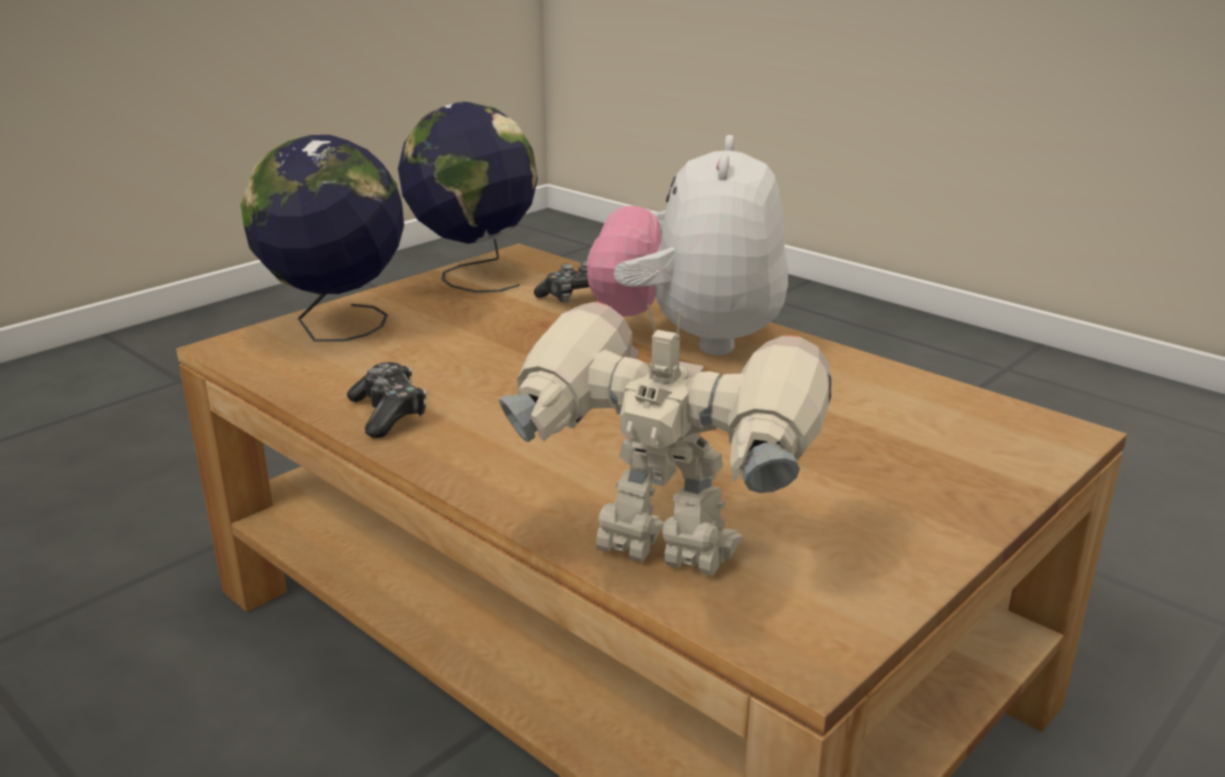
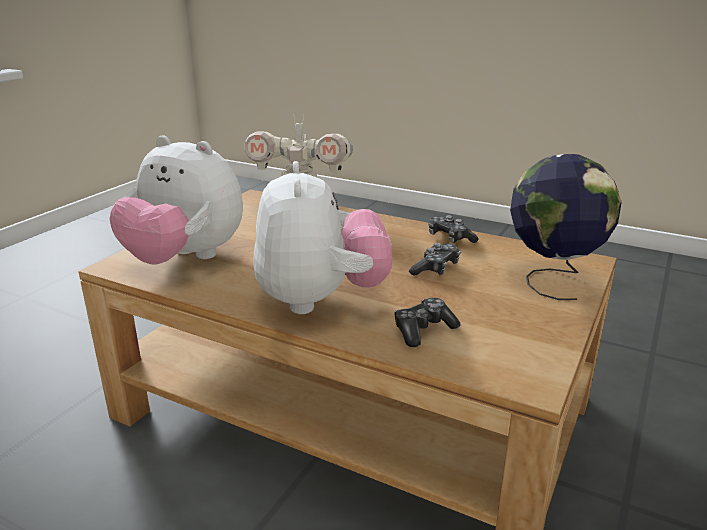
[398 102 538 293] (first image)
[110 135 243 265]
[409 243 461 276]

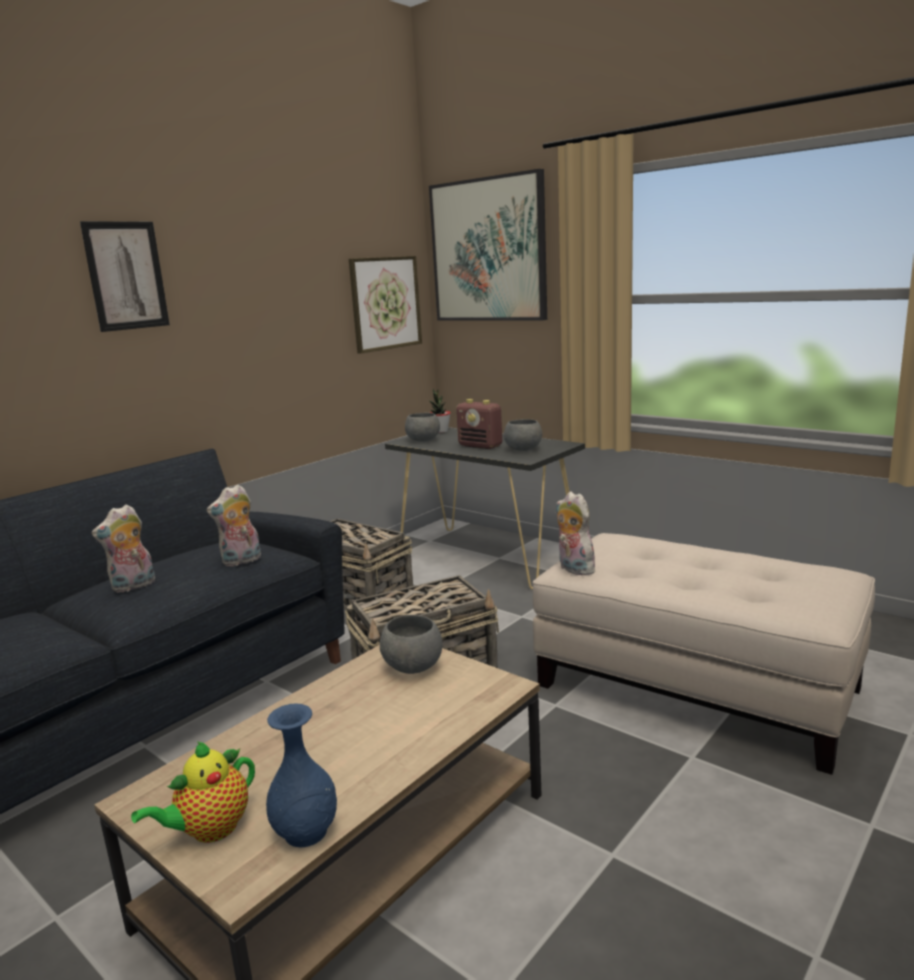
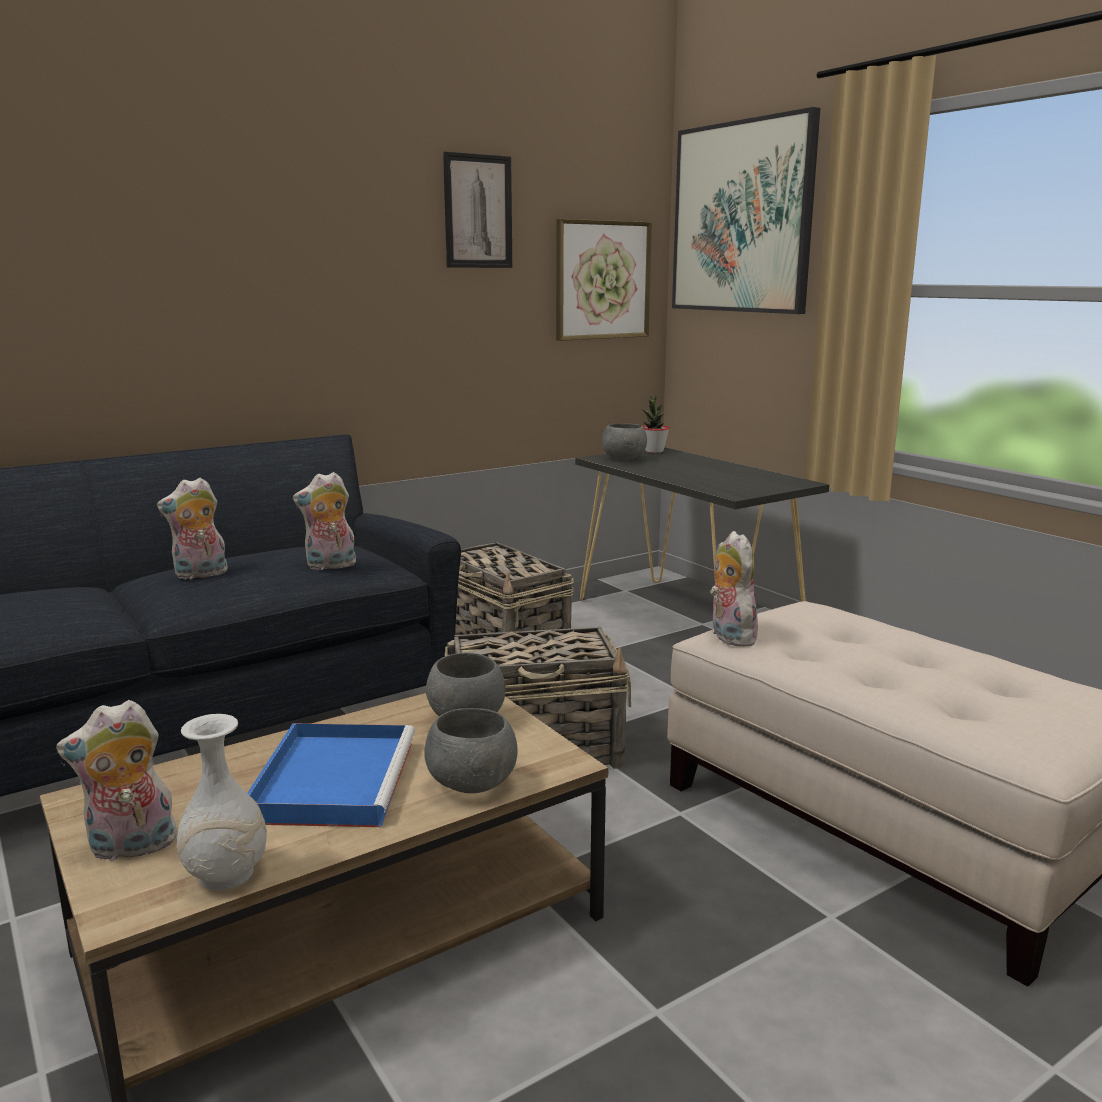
[443 151 512 268]
[456 399 502 449] (first image)
[424 708 518 793]
[177 714 267 890]
[56 700 177 862]
[247 723 415 827]

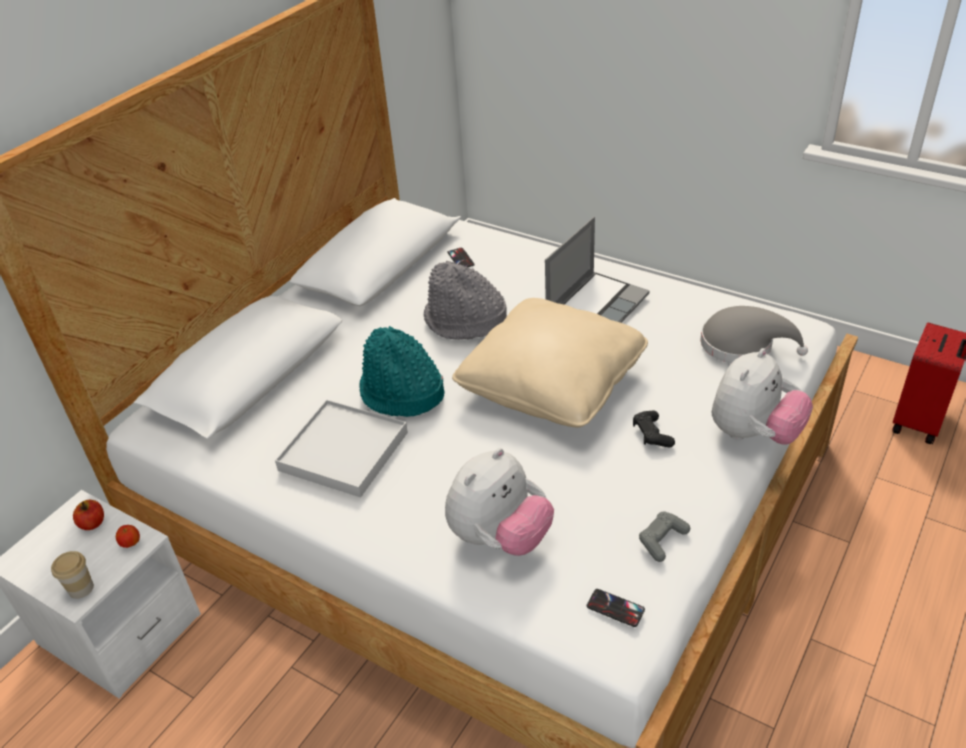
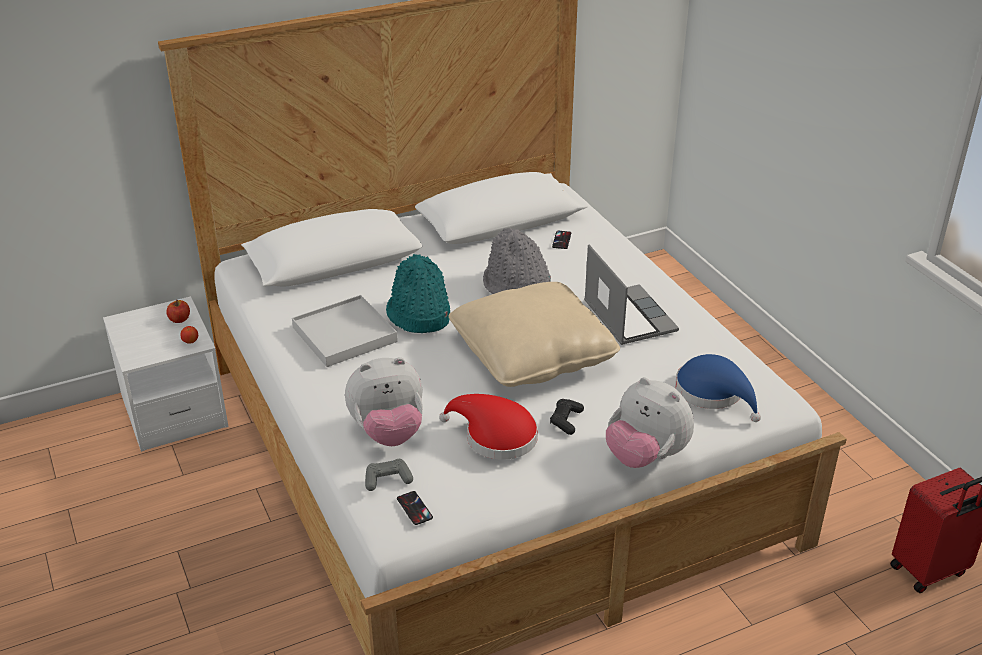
[584 244 679 345]
[675 354 761 422]
[606 377 694 468]
[365 459 413 491]
[51 551 94 599] (first image)
[439 394 538 460]

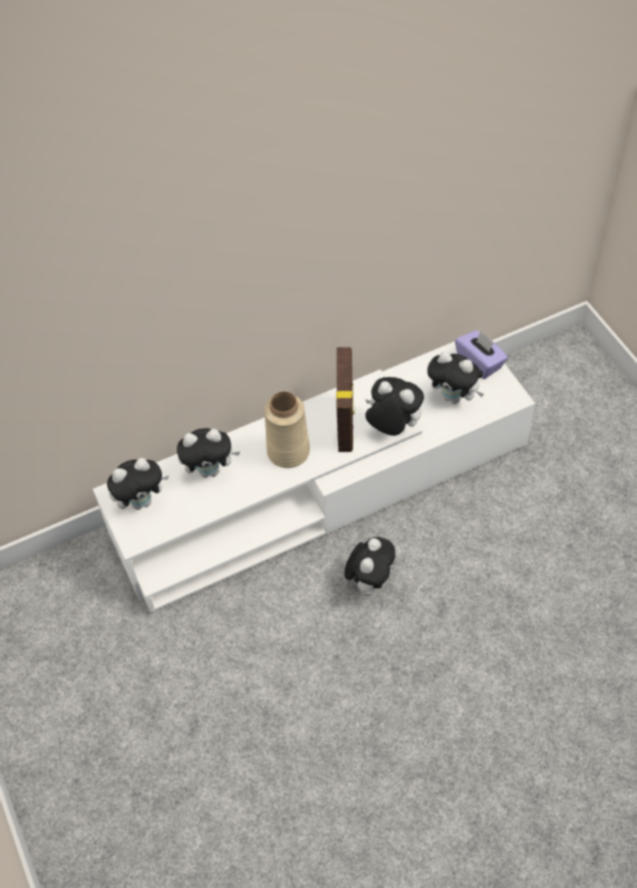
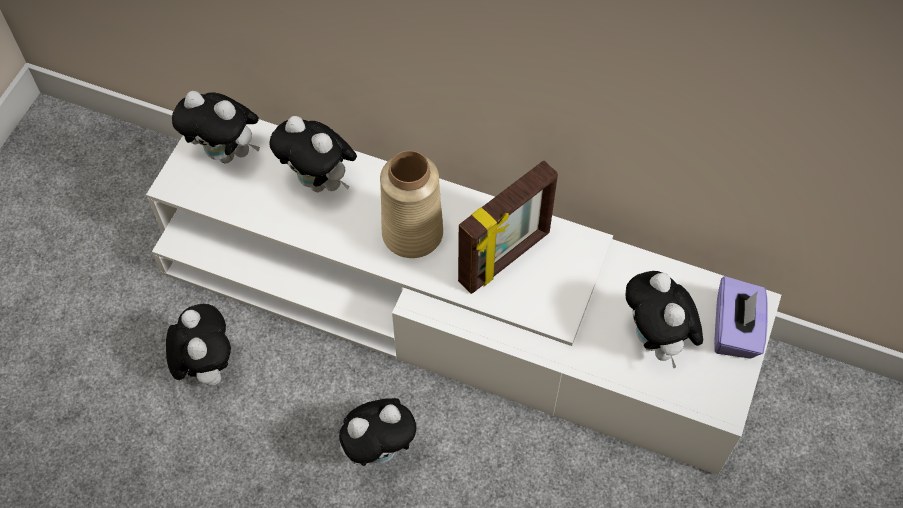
[166 304 231 386]

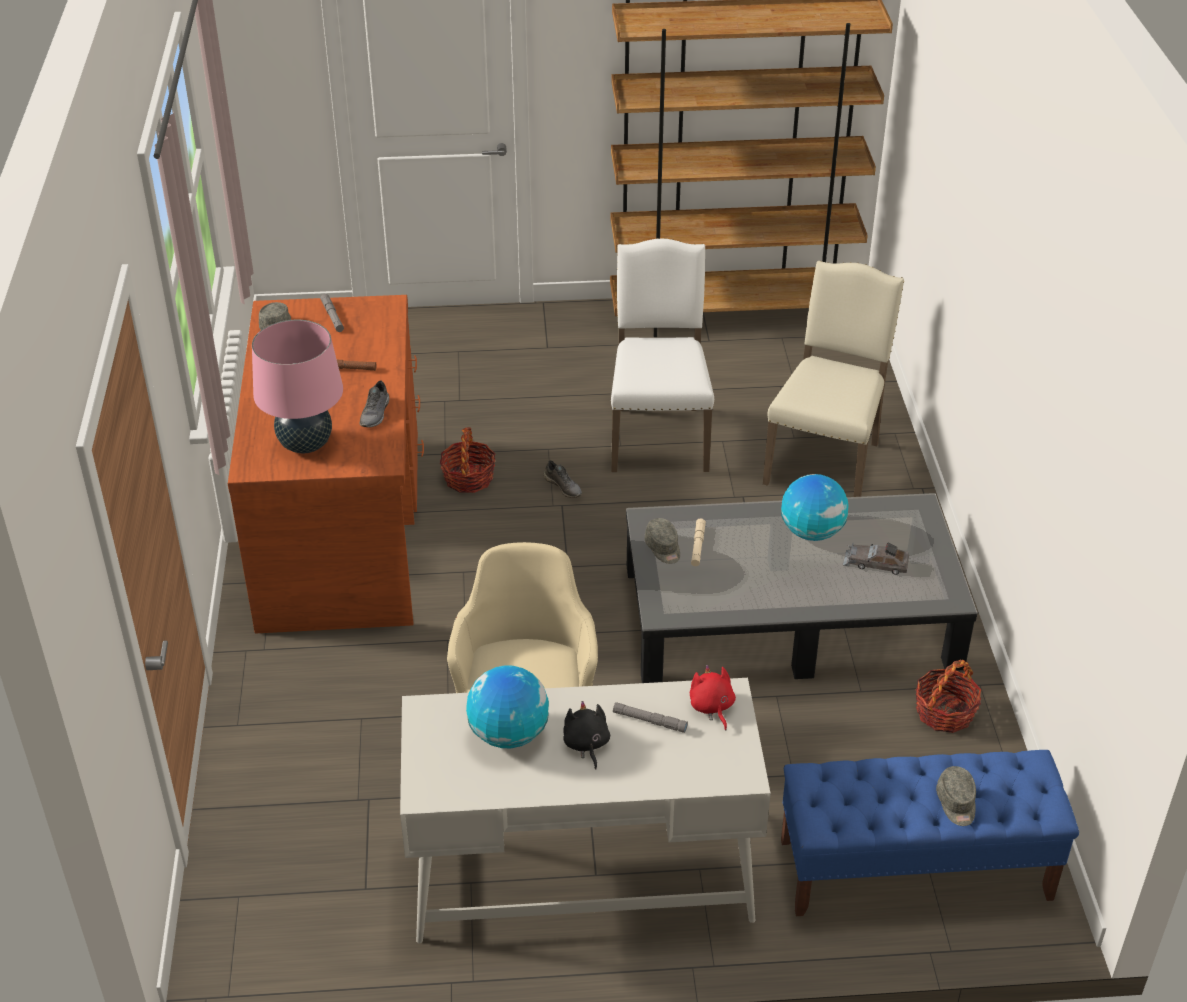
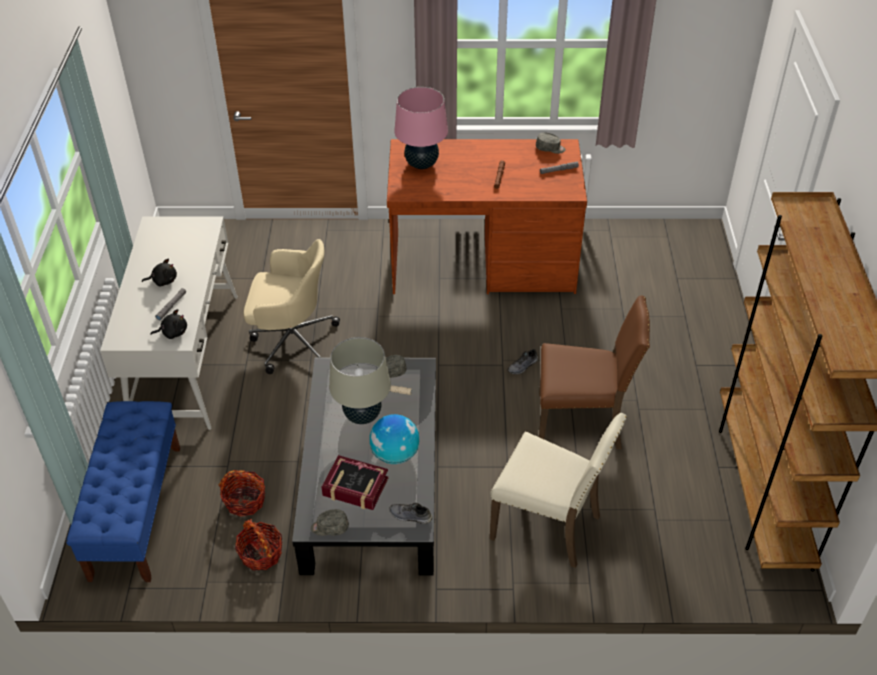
[539 295 650 449]
[390 503 432 524]
[219 470 265 517]
[321 455 389 510]
[466 665 549 748] (first image)
[150 309 187 339]
[311 509 349 536]
[329 337 391 424]

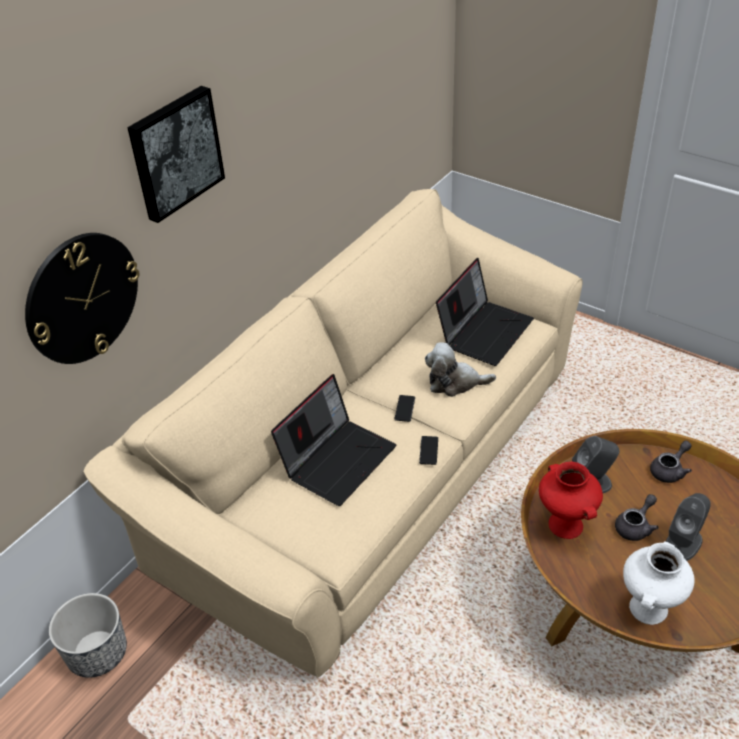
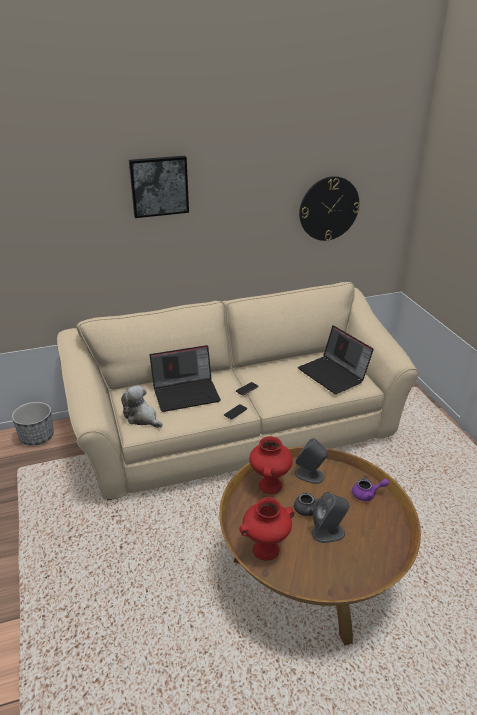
[299 176 360 241]
[298 325 374 394]
[121 385 163 428]
[352 479 389 501]
[240 497 294 561]

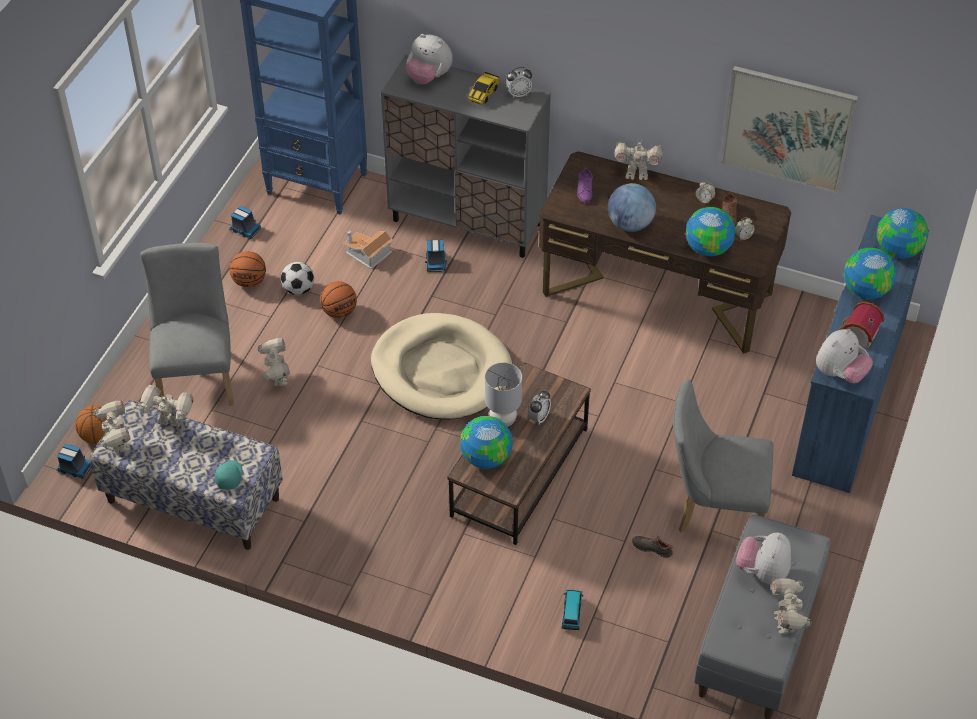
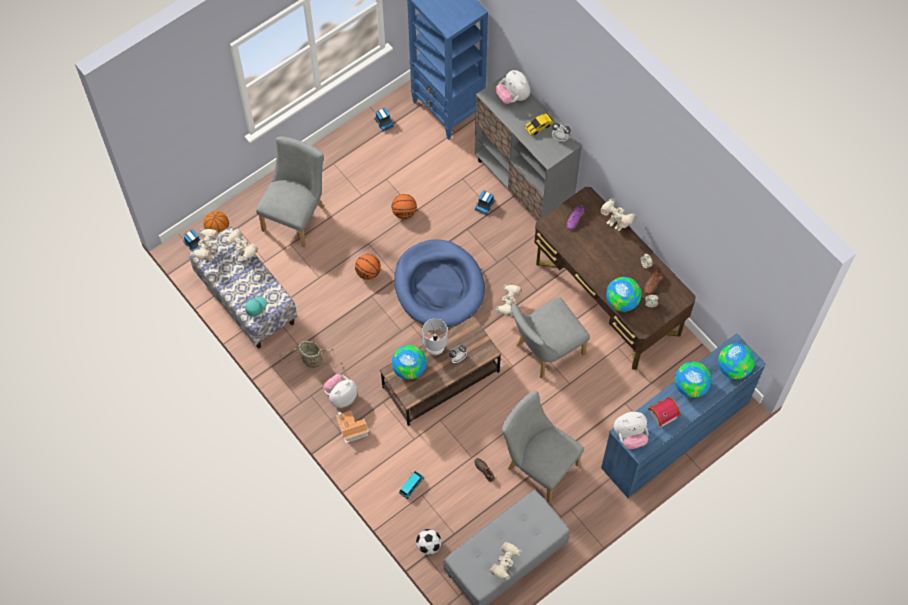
[720 66 858 193] (first image)
[608 183 656 232] (first image)
[336 411 369 443]
[355 254 381 280]
[416 529 442 555]
[394 240 485 327]
[496 284 522 316]
[323 374 358 408]
[511 297 590 379]
[280 341 335 368]

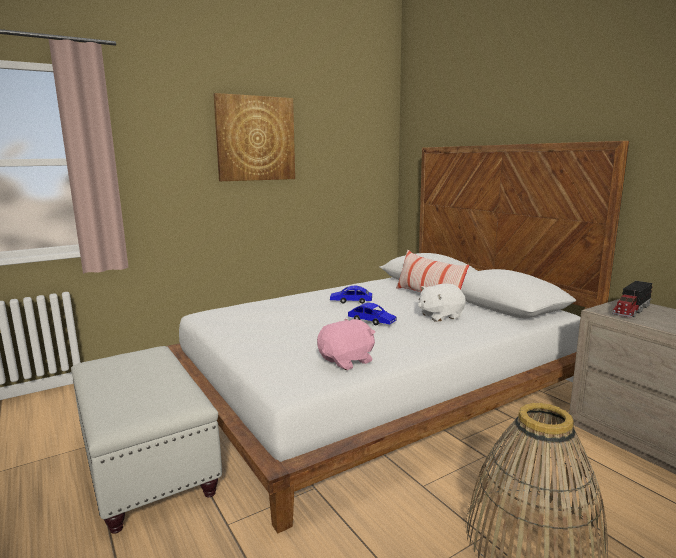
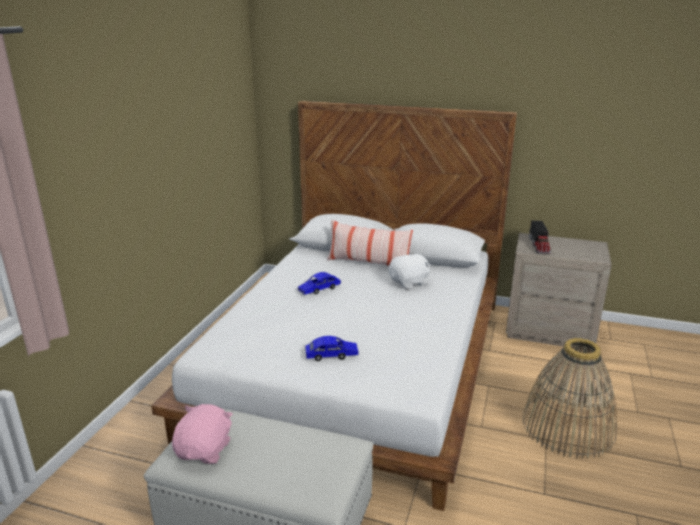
[214 93 295 181] (first image)
[389 252 430 290]
[305 336 359 361]
[172 404 233 464]

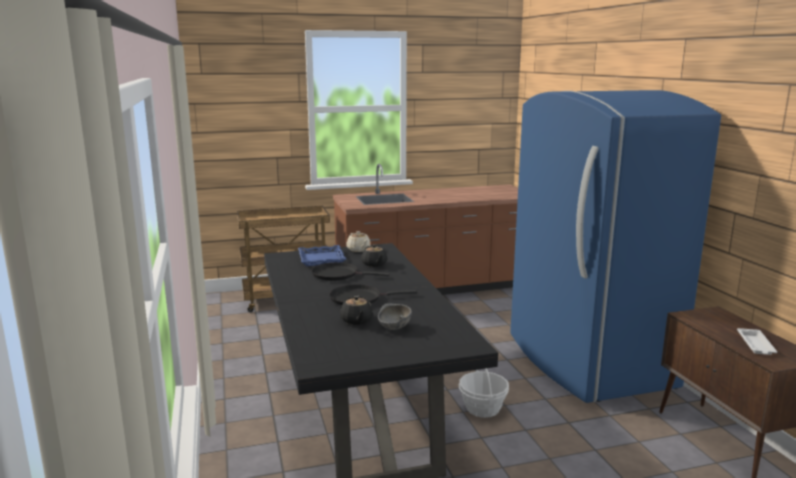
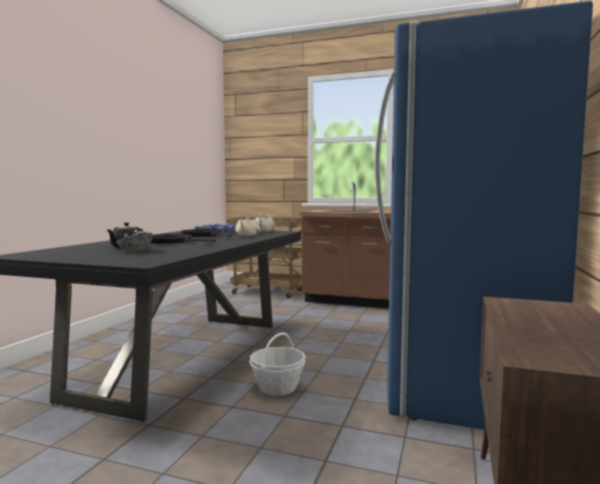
[235 216 260 236]
[737 328 777 355] (first image)

